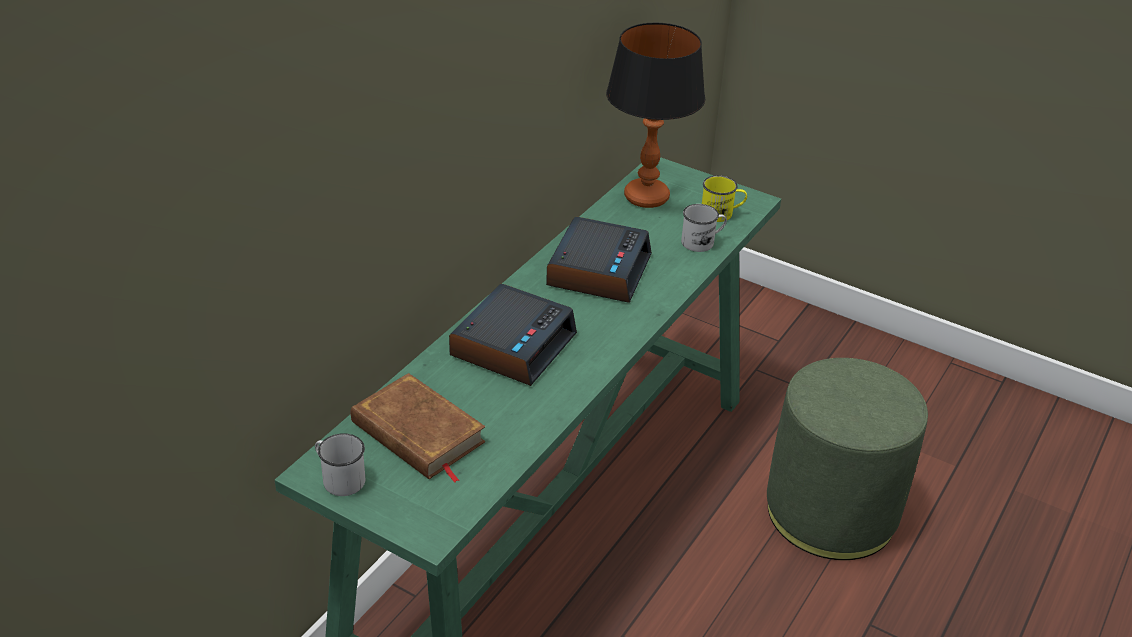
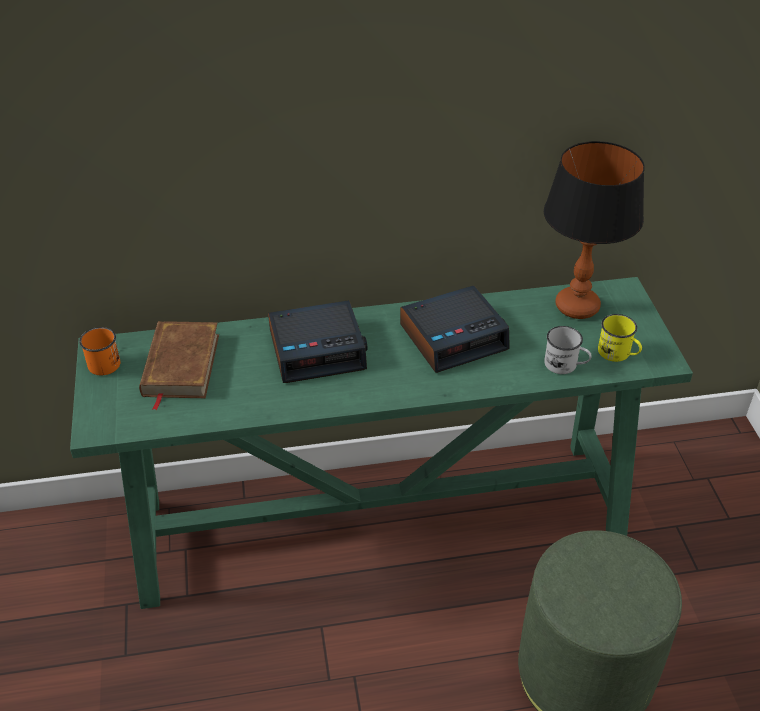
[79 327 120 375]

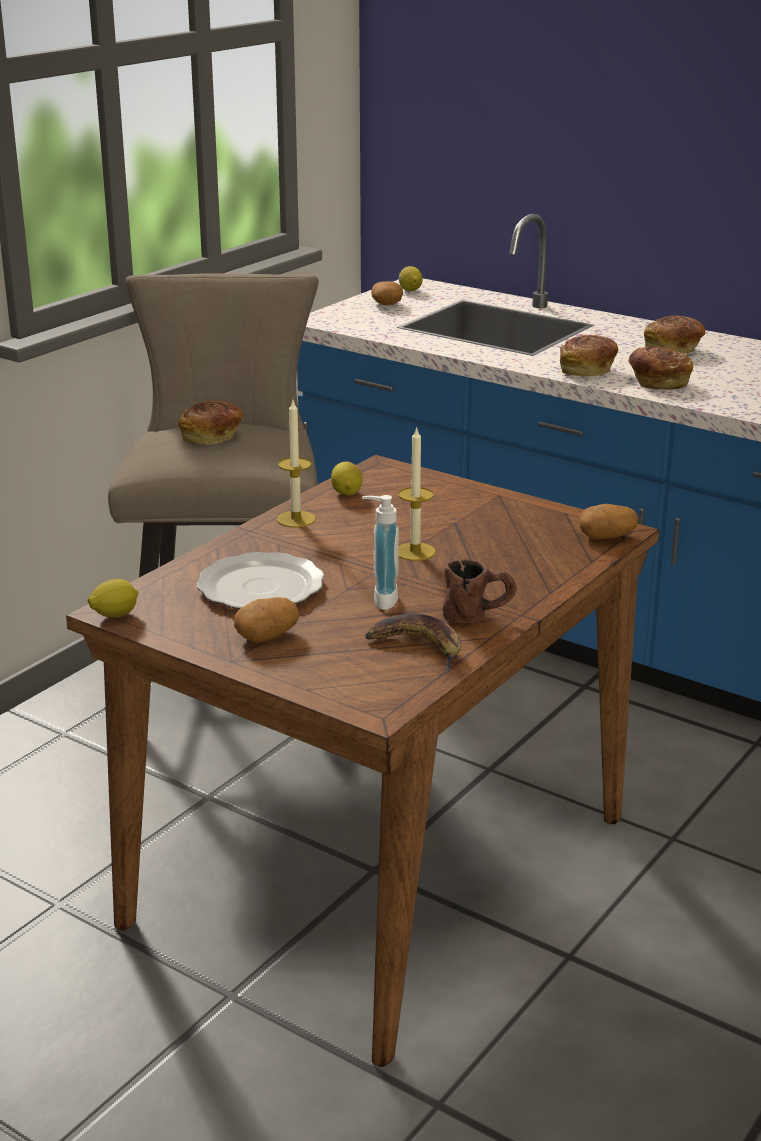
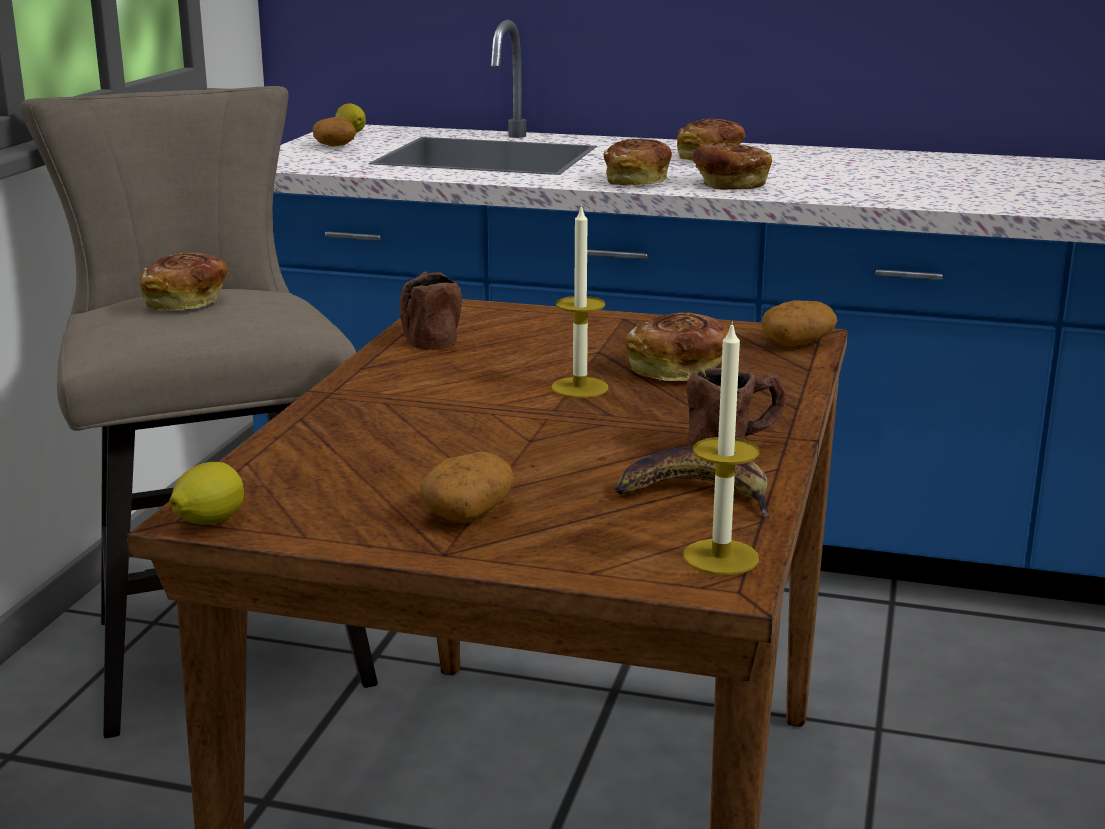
[683 321 759 575]
[400 271 462 350]
[362 495 399 610] (first image)
[196 552 324 609] (first image)
[625 312 729 381]

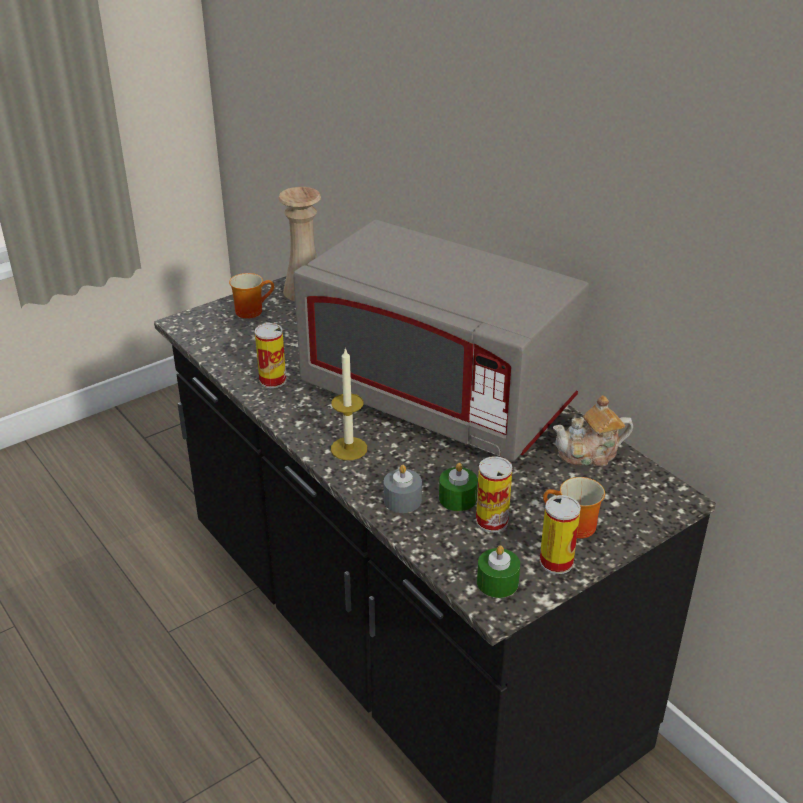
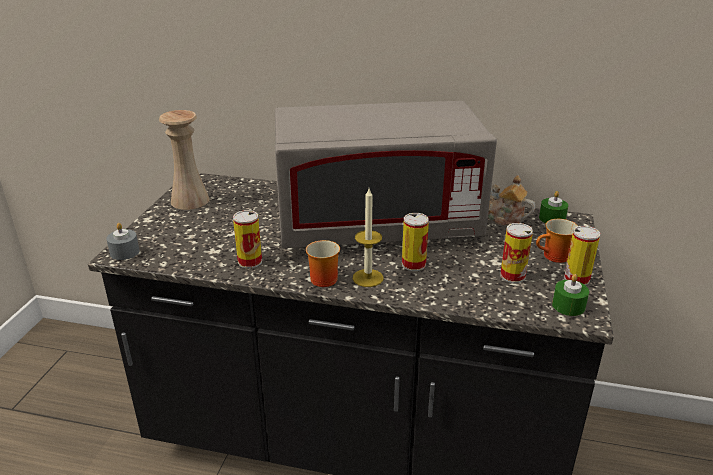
[306 240 340 287]
[488 175 535 226]
[539 191 568 223]
[106 223 140 260]
[402 213 429 271]

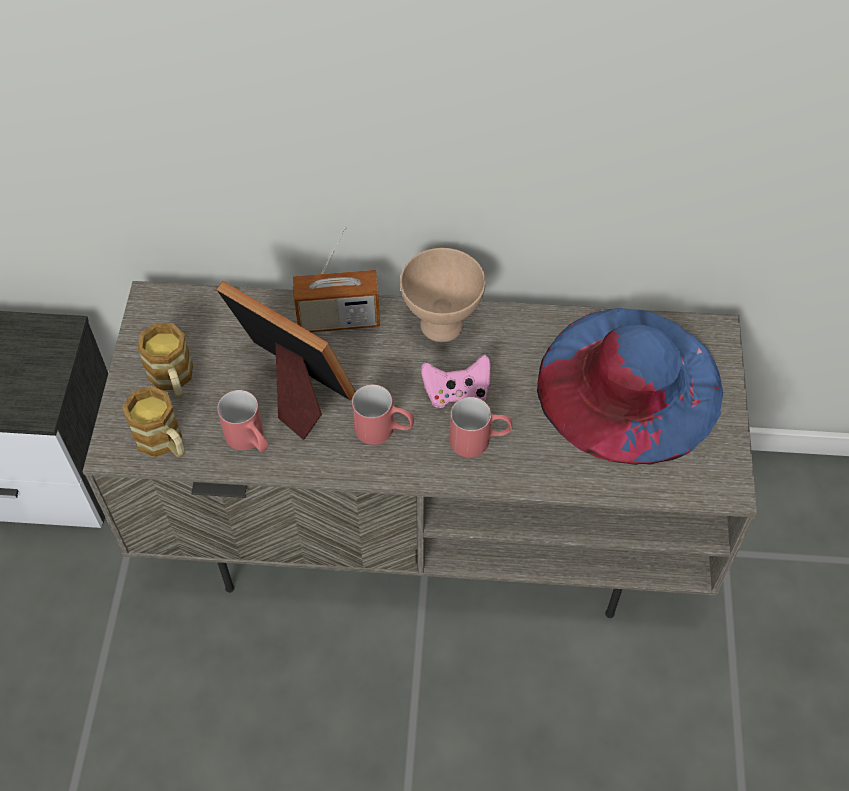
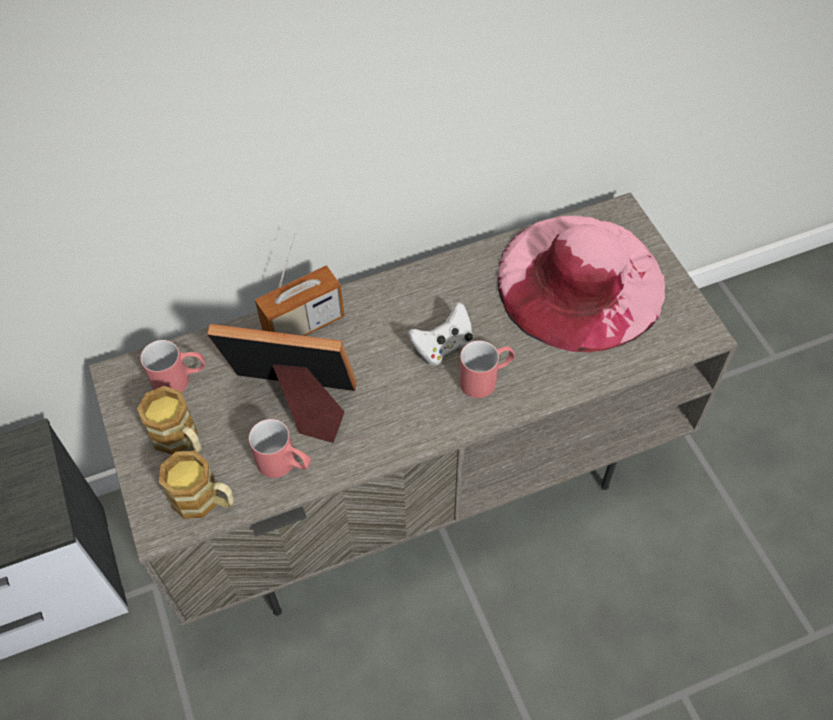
[400 248 486 342] (first image)
[497 216 665 352]
[408 302 473 365]
[140 340 205 393]

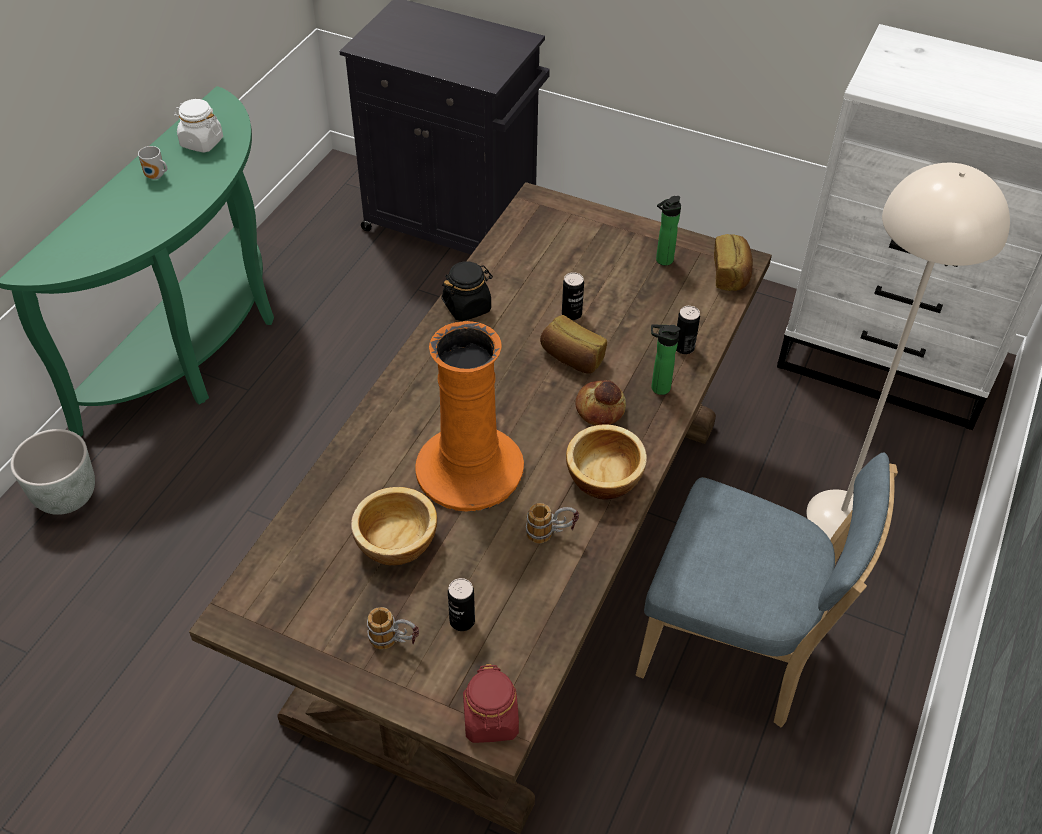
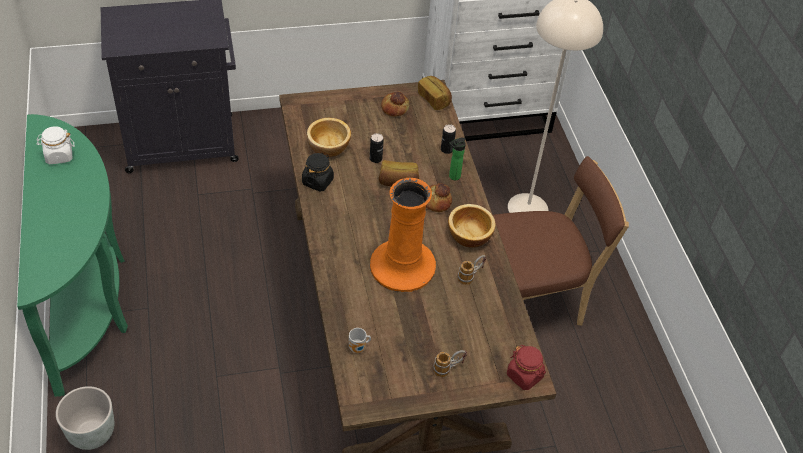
[349 328 371 353]
[381 91 410 117]
[493 156 629 326]
[307 118 351 157]
[448 578 475 631] (first image)

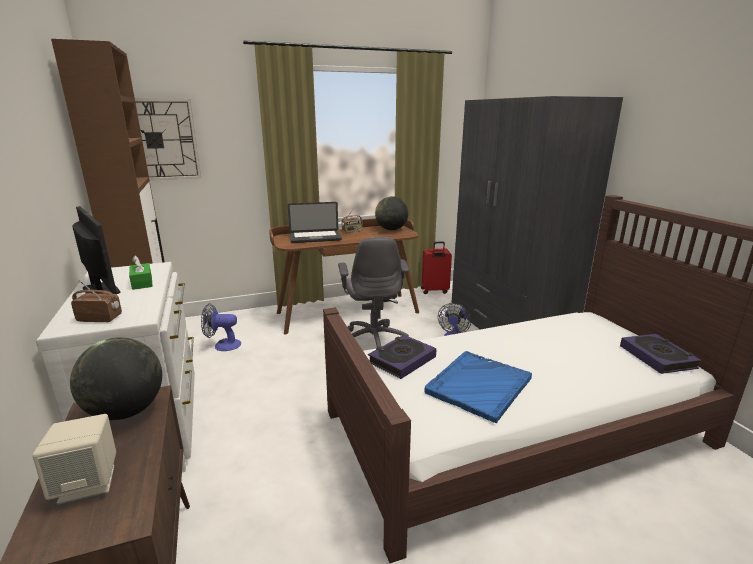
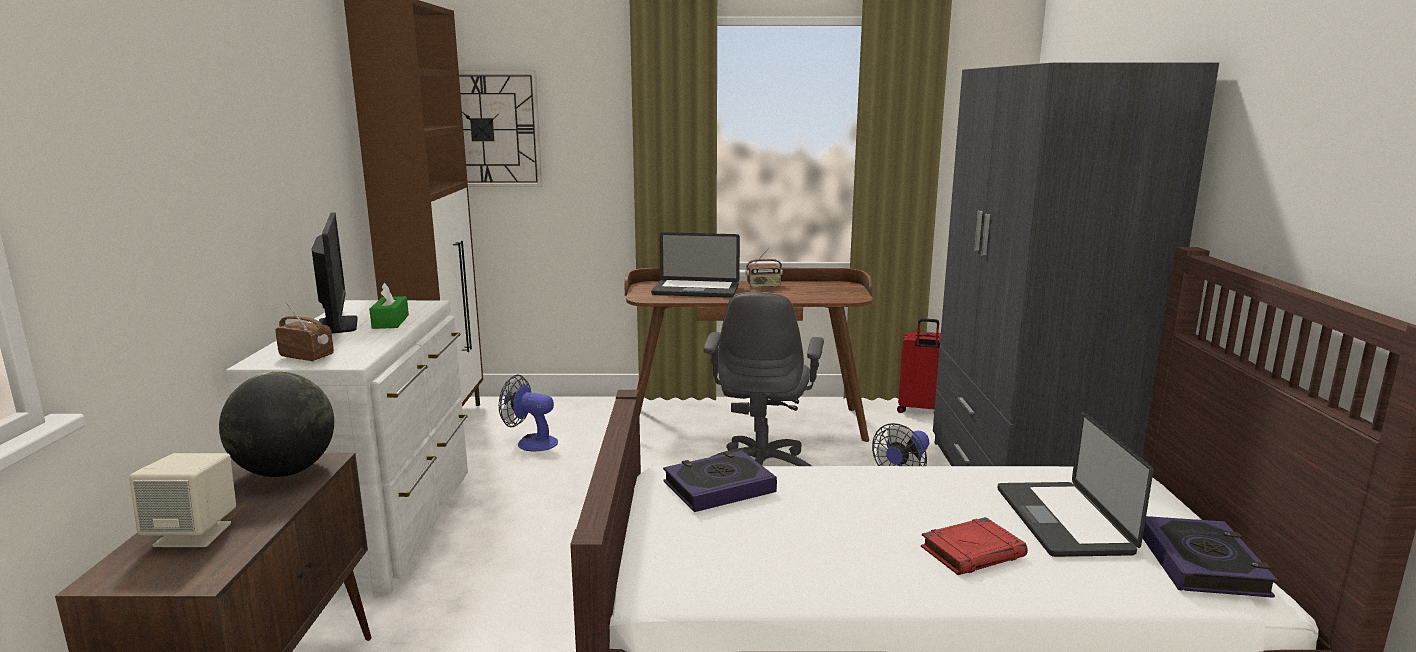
[375 196 408 230] (first image)
[424 351 532 424] (first image)
[997 411 1153 557]
[921 517 1028 575]

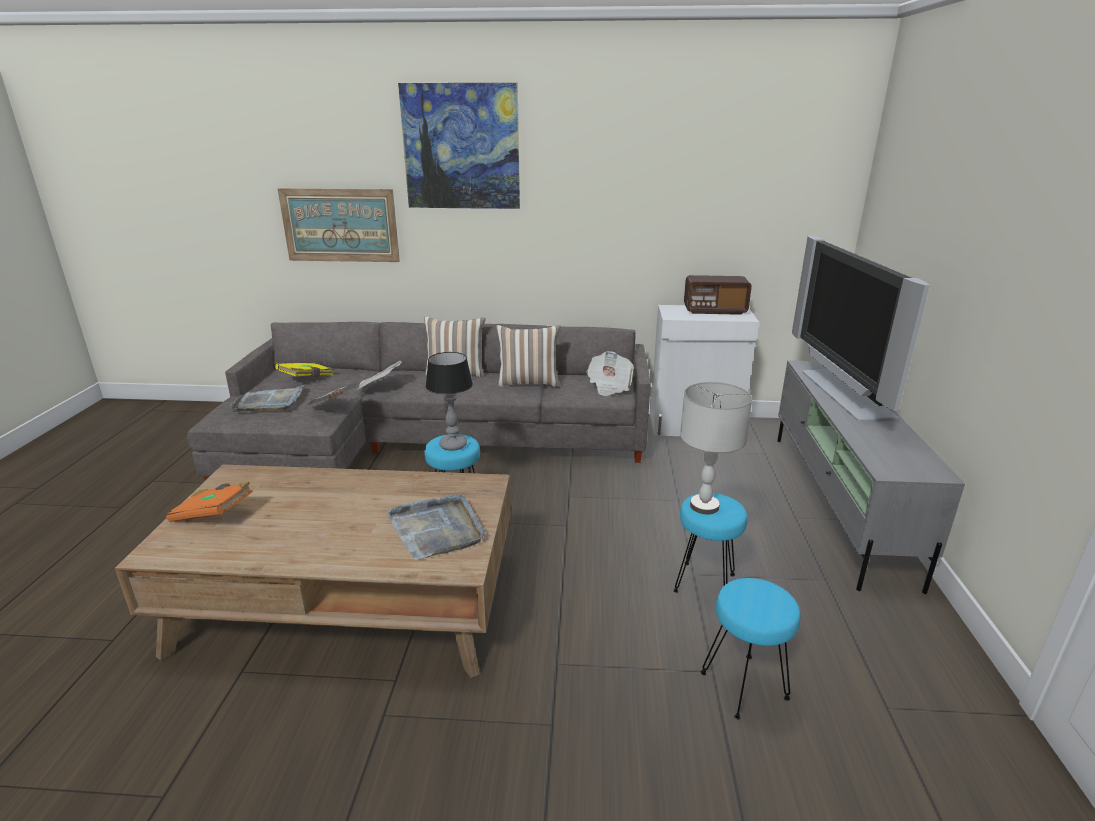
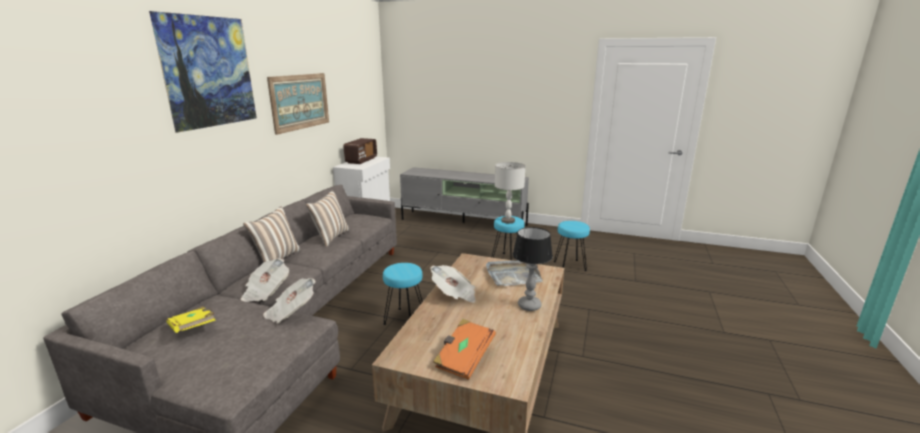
[267 73 329 135]
[792 236 930 422] (first image)
[430 265 475 303]
[513 227 553 311]
[229 385 304 412] (first image)

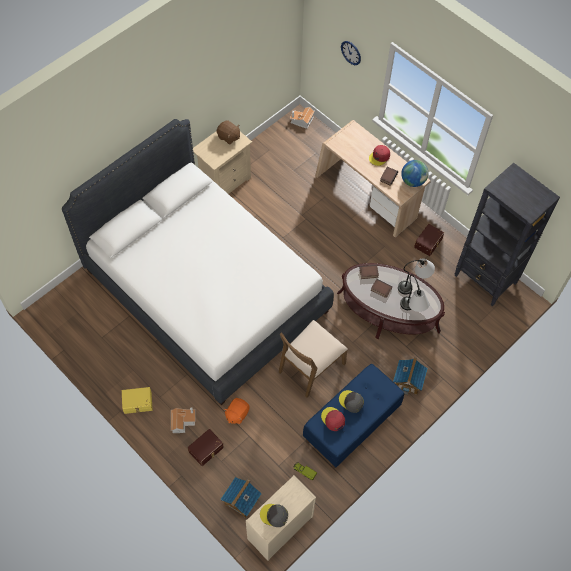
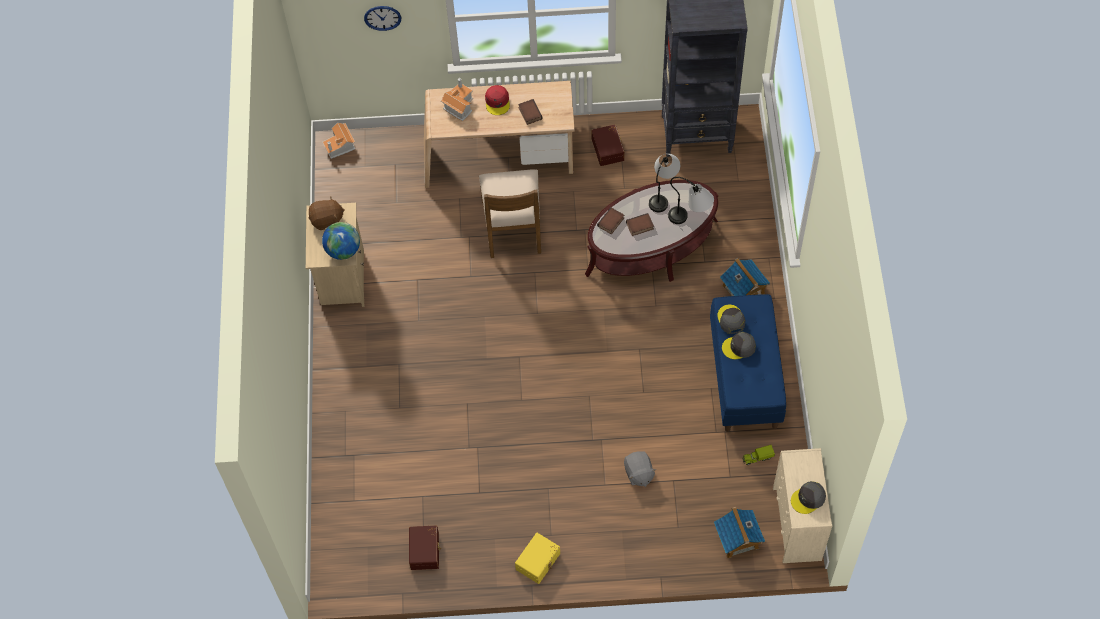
[62 119 334 405] (first image)
[322 222 360 260]
[479 169 541 258]
[624 451 656 487]
[321 407 345 431] (first image)
[441 78 473 121]
[409 526 441 570]
[717 304 745 334]

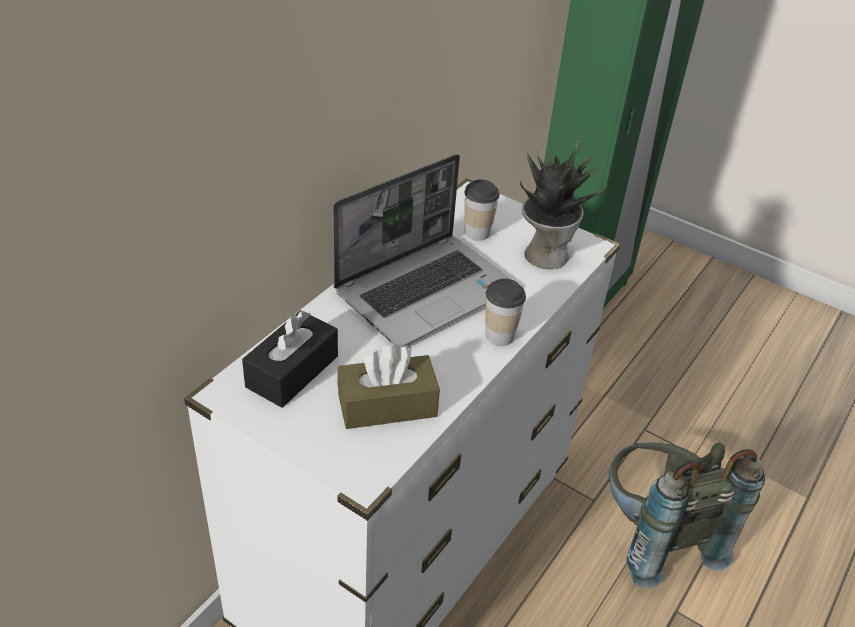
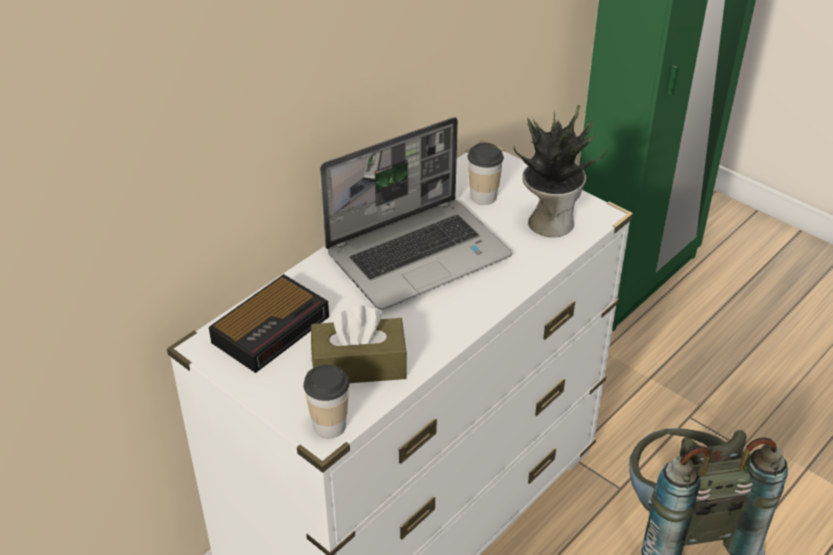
[303 364 349 438]
[209 274 329 373]

